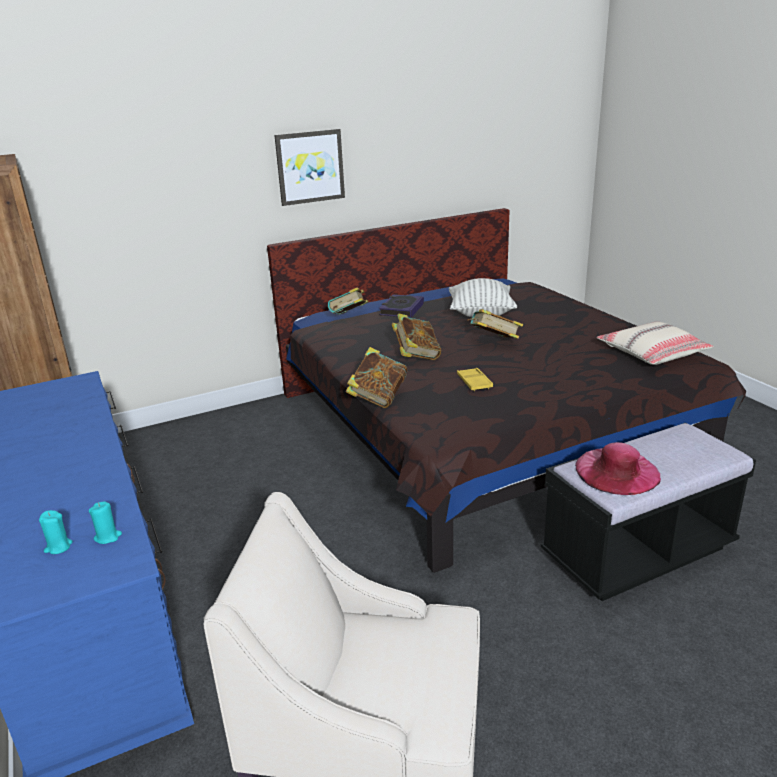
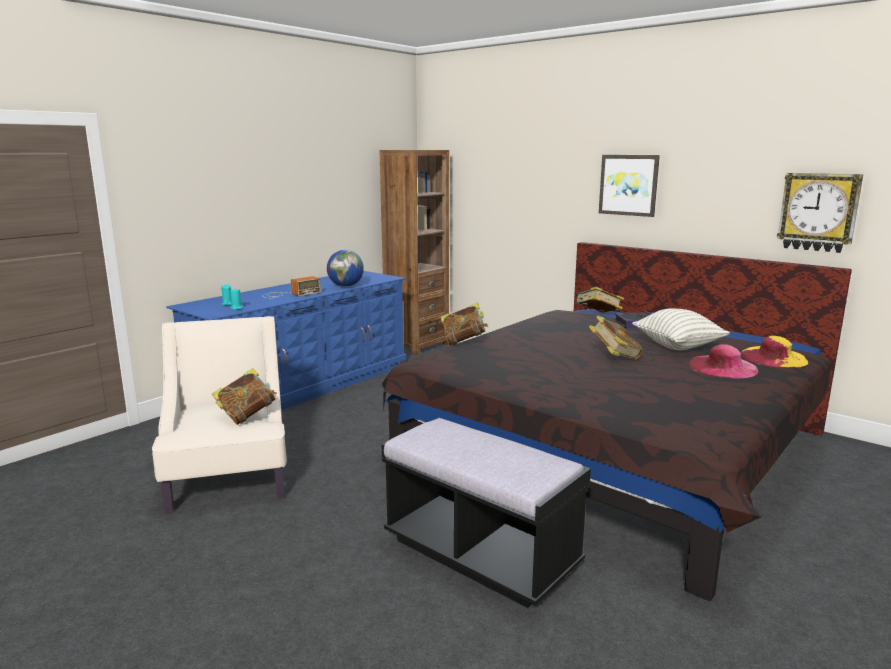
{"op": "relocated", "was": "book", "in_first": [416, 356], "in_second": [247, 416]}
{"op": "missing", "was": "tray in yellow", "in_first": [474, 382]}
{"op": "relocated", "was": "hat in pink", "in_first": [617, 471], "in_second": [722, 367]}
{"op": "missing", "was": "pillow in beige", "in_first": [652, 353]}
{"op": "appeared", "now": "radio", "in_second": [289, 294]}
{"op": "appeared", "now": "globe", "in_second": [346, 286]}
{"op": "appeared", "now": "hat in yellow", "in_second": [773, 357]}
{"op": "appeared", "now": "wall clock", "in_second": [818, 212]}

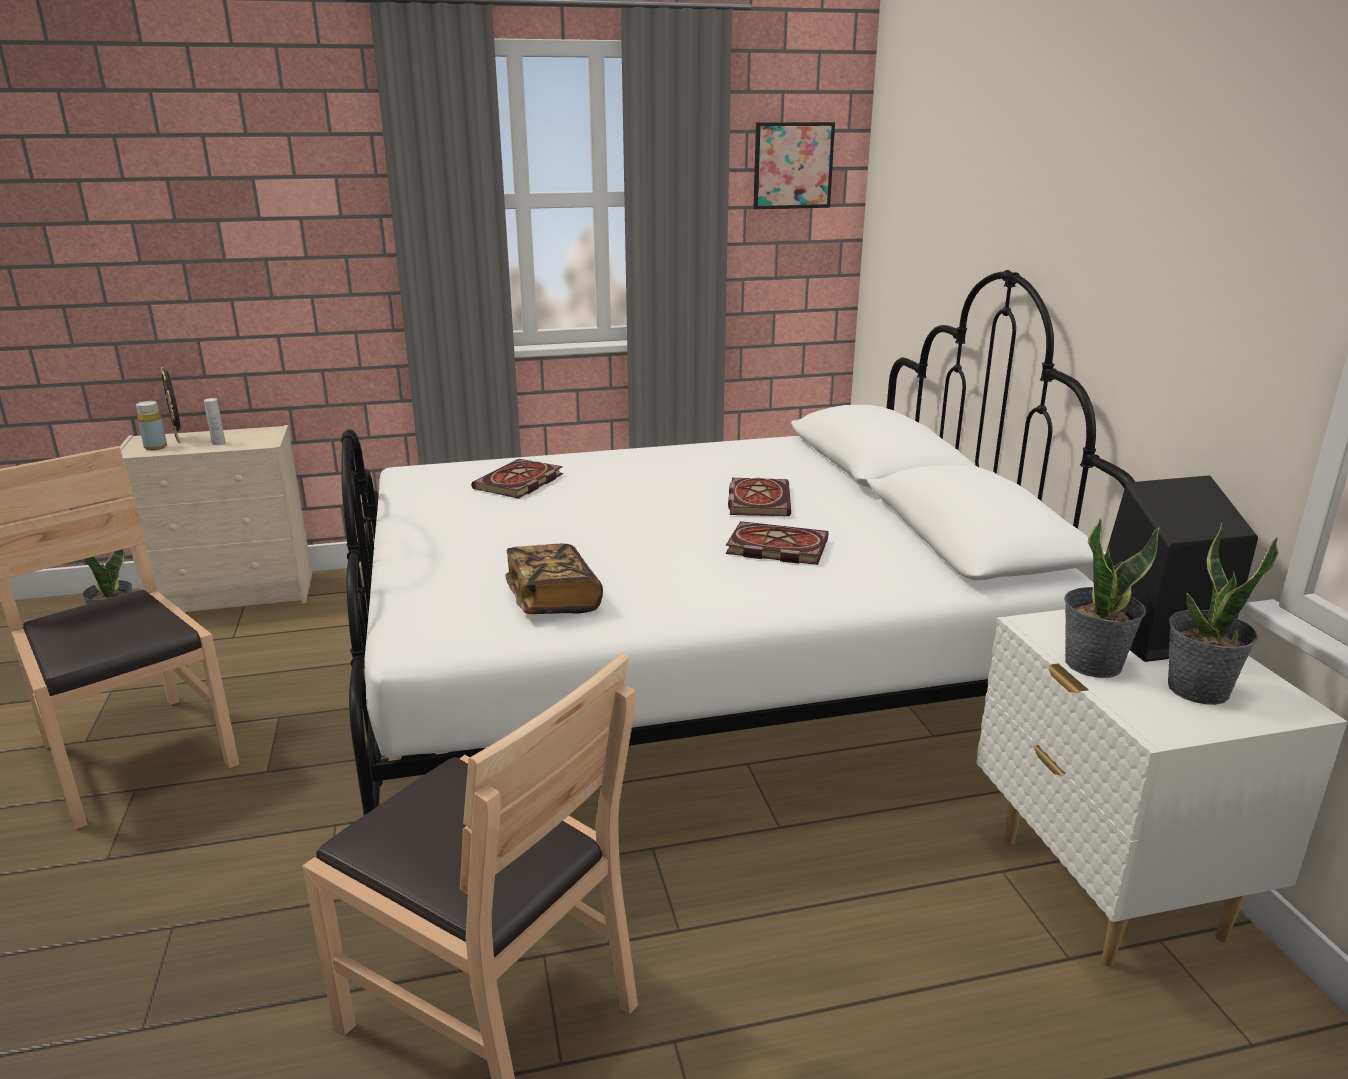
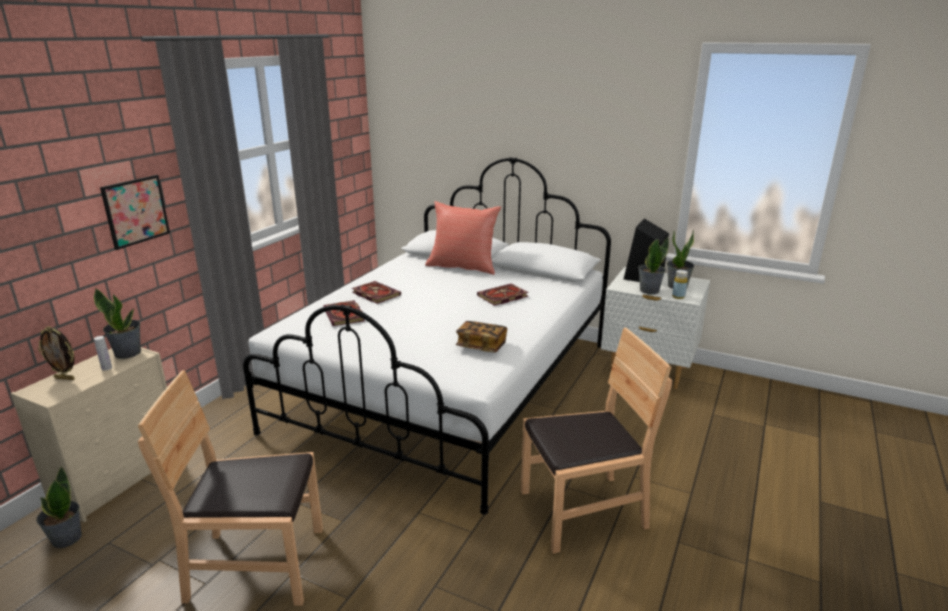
{"op": "relocated", "was": "bottle in yellow", "in_first": [155, 447], "in_second": [678, 296]}
{"op": "relocated", "was": "book", "in_first": [757, 500], "in_second": [374, 294]}
{"op": "relocated", "was": "picture", "in_first": [793, 165], "in_second": [136, 211]}
{"op": "appeared", "now": "potted plant", "in_second": [128, 353]}
{"op": "appeared", "now": "pillow in red", "in_second": [463, 266]}

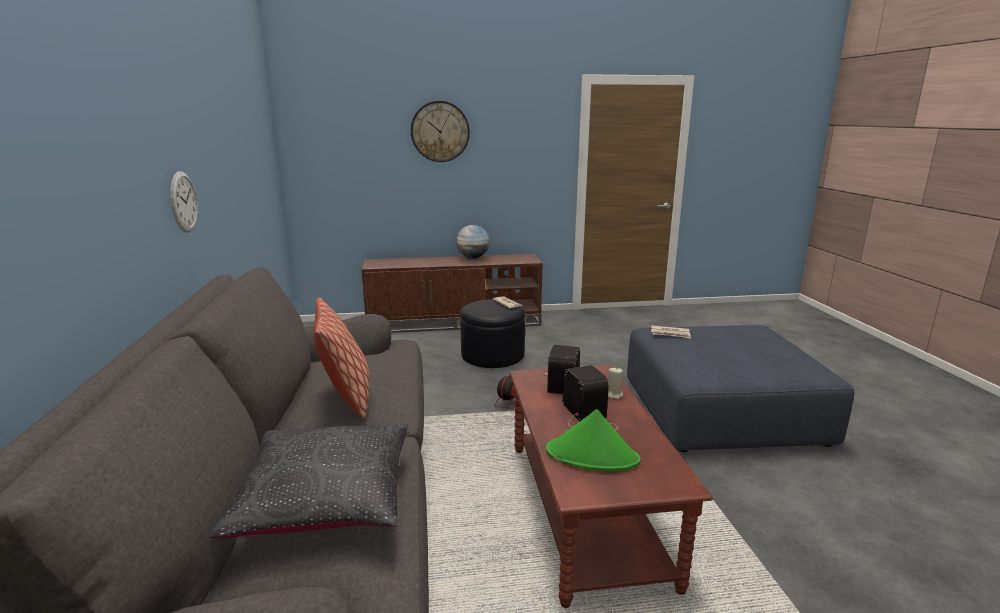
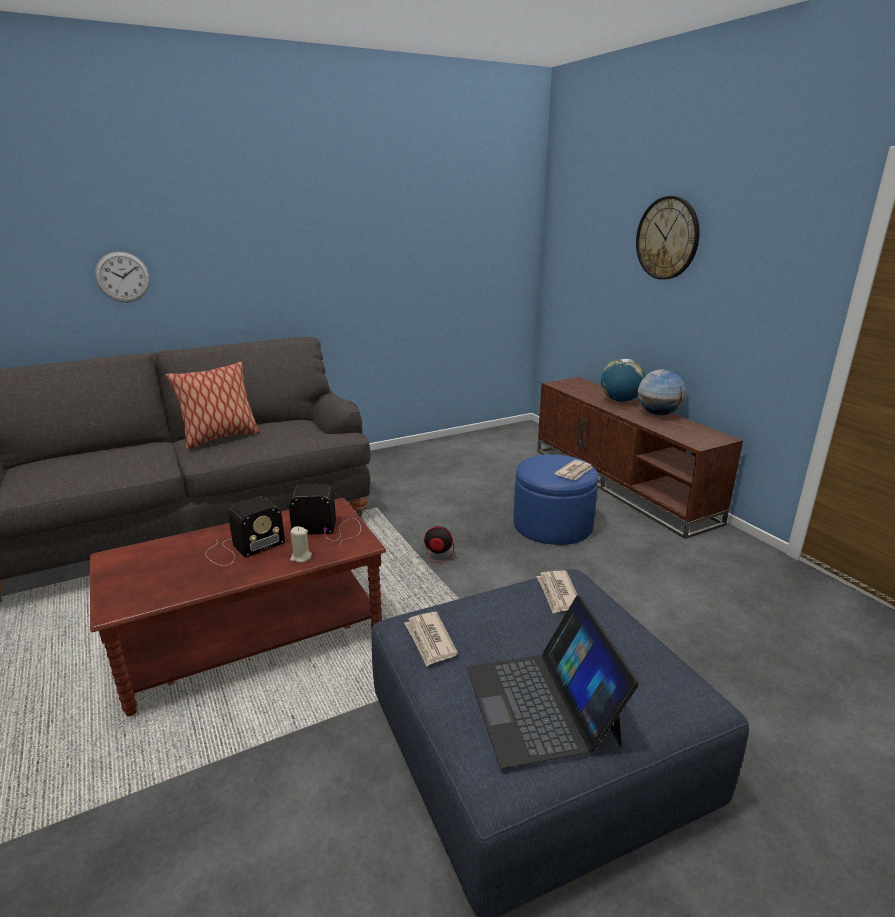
{"op": "relocated", "was": "wall clock", "in_first": [183, 202], "in_second": [123, 277]}
{"op": "missing", "was": "pillow in black", "in_first": [326, 498]}
{"op": "colour", "was": "ottoman in black", "now": "ottoman in blue", "in_first": [492, 355], "in_second": [552, 525]}
{"op": "missing", "was": "hat in green", "in_first": [592, 456]}
{"op": "appeared", "now": "newspaper", "in_second": [430, 640]}
{"op": "appeared", "now": "laptop", "in_second": [541, 704]}
{"op": "appeared", "now": "globe", "in_second": [620, 400]}

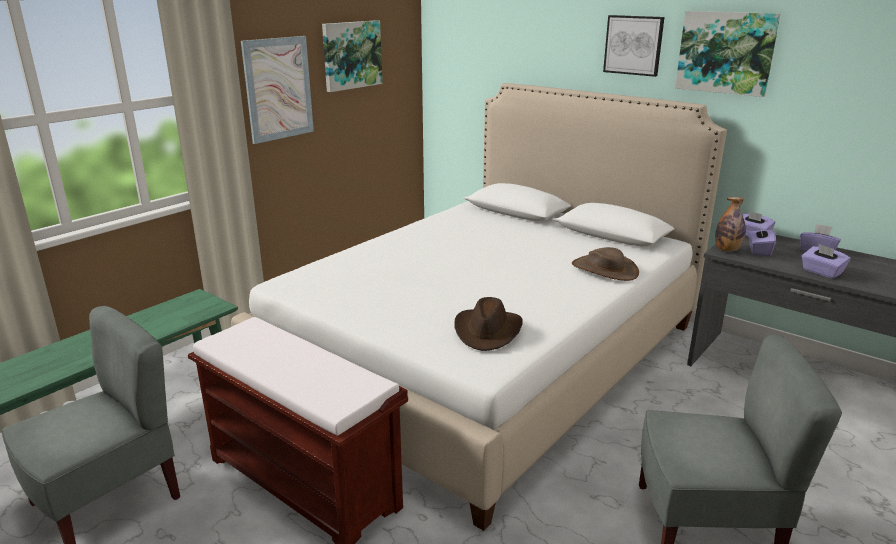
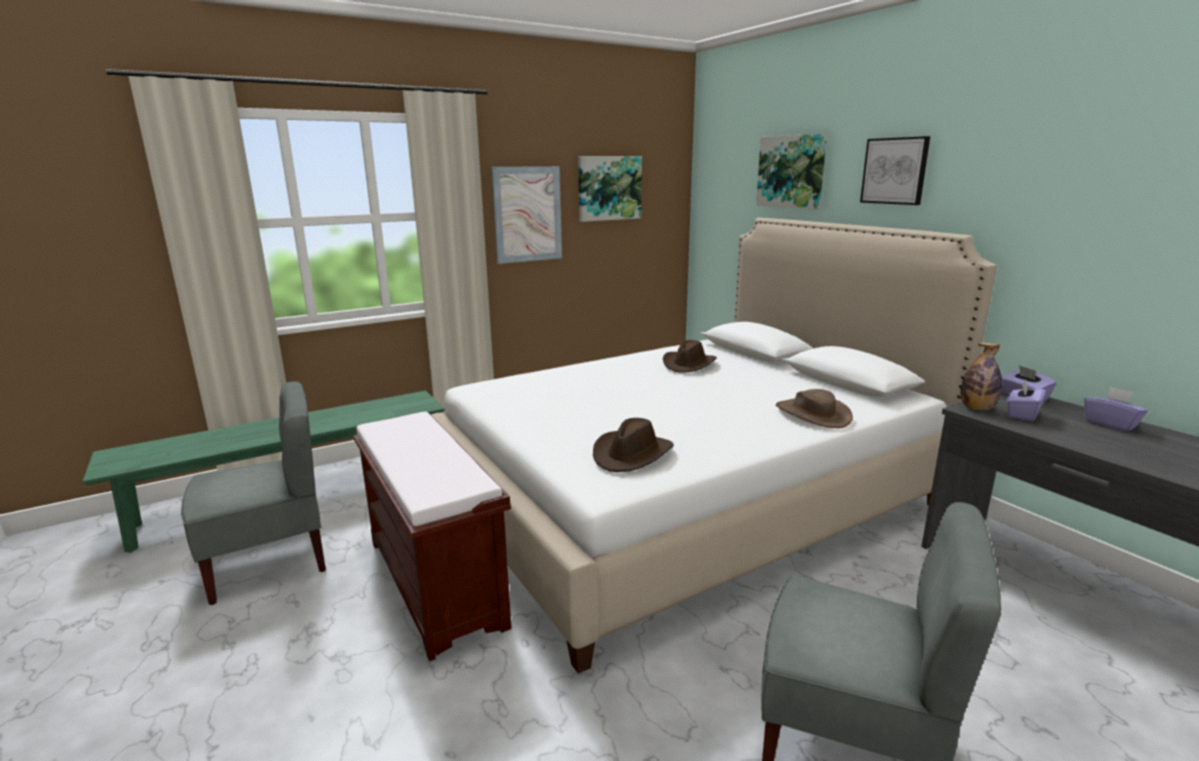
{"op": "relocated", "was": "picture", "in_first": [726, 52], "in_second": [791, 171]}
{"op": "missing", "was": "tissue box in purple", "in_first": [821, 272]}
{"op": "appeared", "now": "hat in brown", "in_second": [689, 364]}

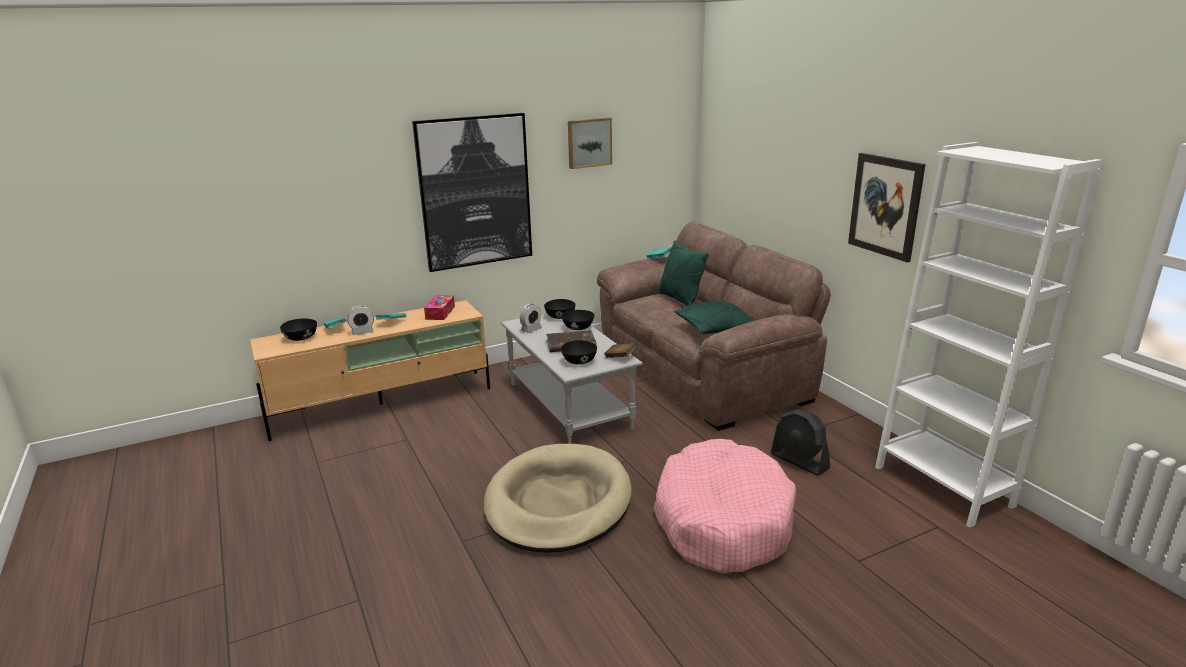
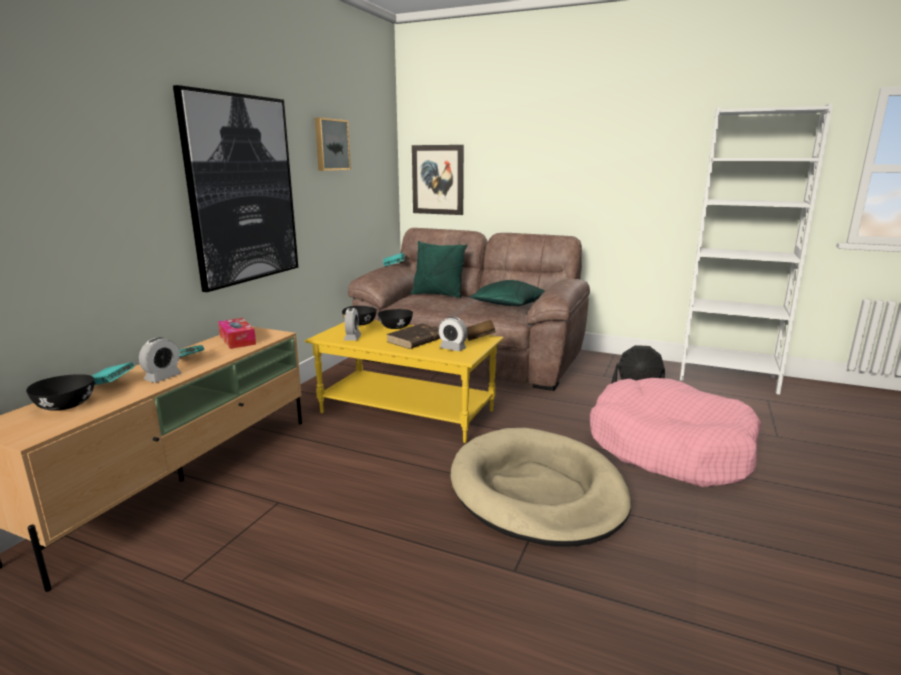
{"op": "colour", "was": "coffee table in grey", "now": "coffee table in yellow", "in_first": [570, 405], "in_second": [408, 411]}
{"op": "exchanged", "was": "bowl in black", "now": "alarm clock", "in_first": [579, 361], "in_second": [452, 348]}
{"op": "relocated", "was": "picture", "in_first": [885, 206], "in_second": [438, 180]}

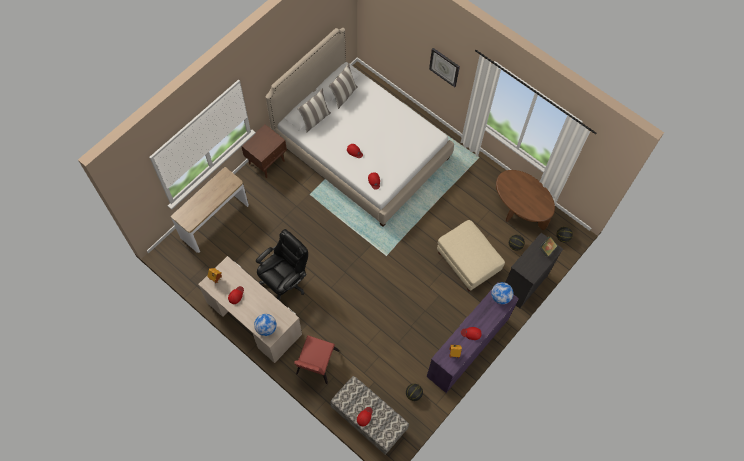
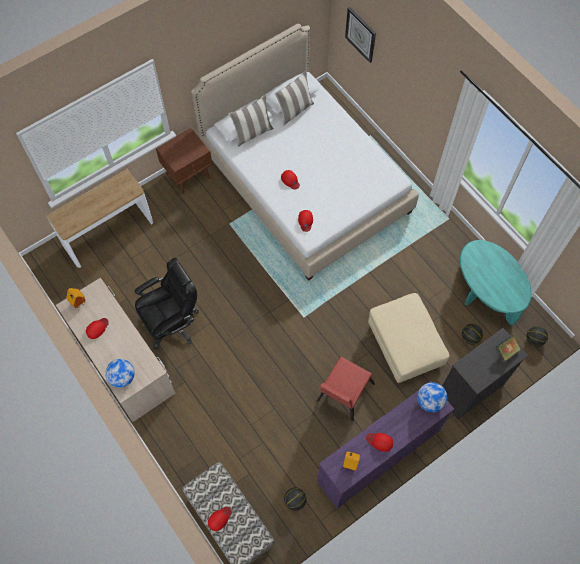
{"op": "relocated", "was": "chair in red", "in_first": [316, 364], "in_second": [342, 395]}
{"op": "relocated", "was": "wall clock", "in_first": [444, 67], "in_second": [361, 34]}
{"op": "colour", "was": "coffee table in brown", "now": "coffee table in turquoise", "in_first": [519, 209], "in_second": [486, 293]}

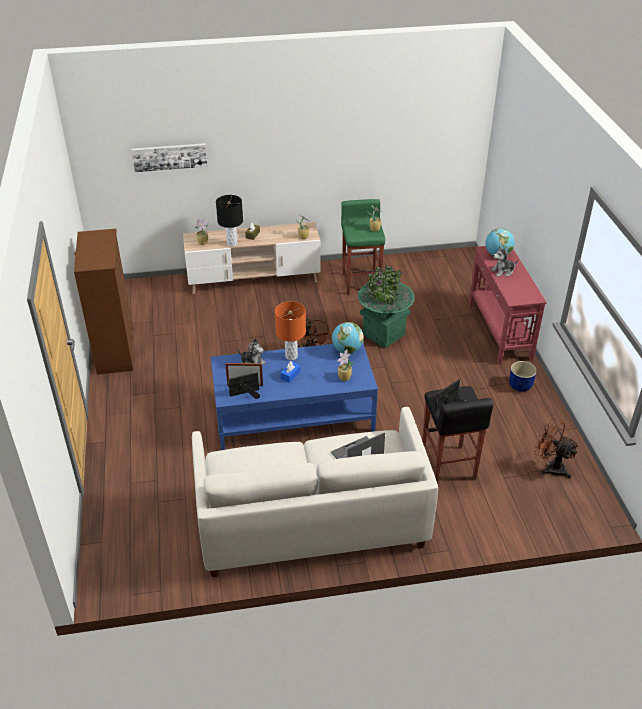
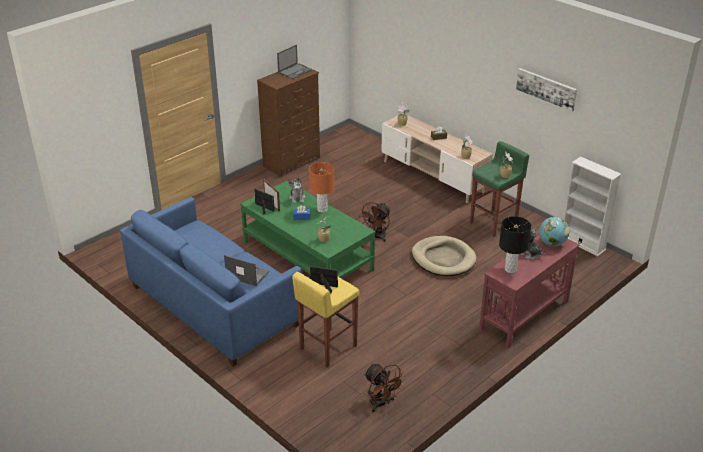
{"op": "relocated", "was": "picture", "in_first": [169, 157], "in_second": [546, 88]}
{"op": "colour", "was": "sofa in white", "now": "sofa in blue", "in_first": [311, 521], "in_second": [214, 306]}
{"op": "colour", "was": "coffee table in blue", "now": "coffee table in green", "in_first": [293, 415], "in_second": [307, 256]}
{"op": "relocated", "was": "table lamp in black", "in_first": [232, 243], "in_second": [510, 269]}
{"op": "missing", "was": "globe", "in_first": [347, 350]}
{"op": "exchanged", "was": "planter in green", "now": "dog bed in beige", "in_first": [383, 334], "in_second": [443, 259]}
{"op": "colour", "was": "stool in black", "now": "stool in yellow", "in_first": [447, 466], "in_second": [327, 347]}
{"op": "missing", "was": "planter in blue", "in_first": [520, 386]}
{"op": "spun", "was": "fan in brown", "in_first": [551, 467], "in_second": [381, 404], "clockwise": 135}
{"op": "appeared", "now": "laptop", "in_second": [295, 71]}
{"op": "appeared", "now": "bookcase in white", "in_second": [582, 243]}

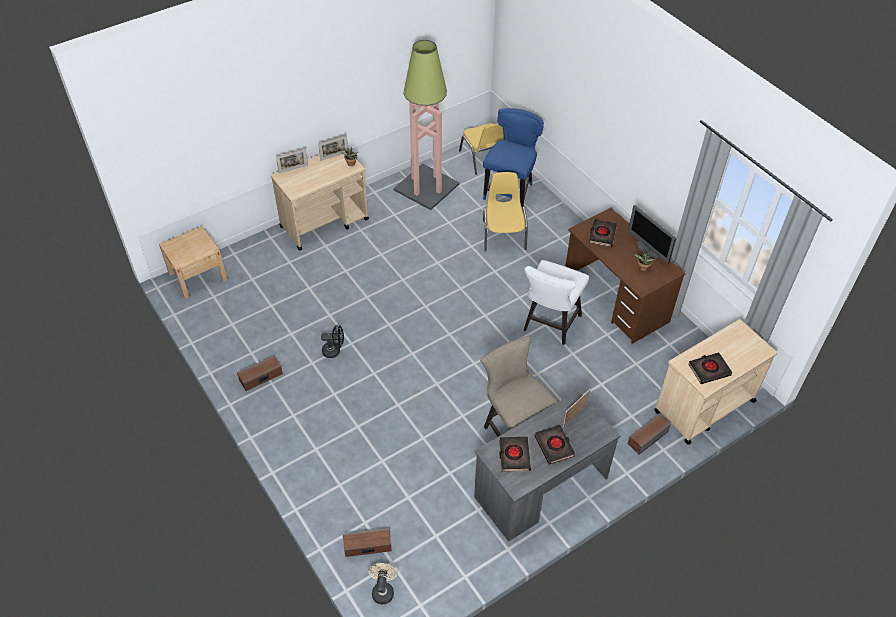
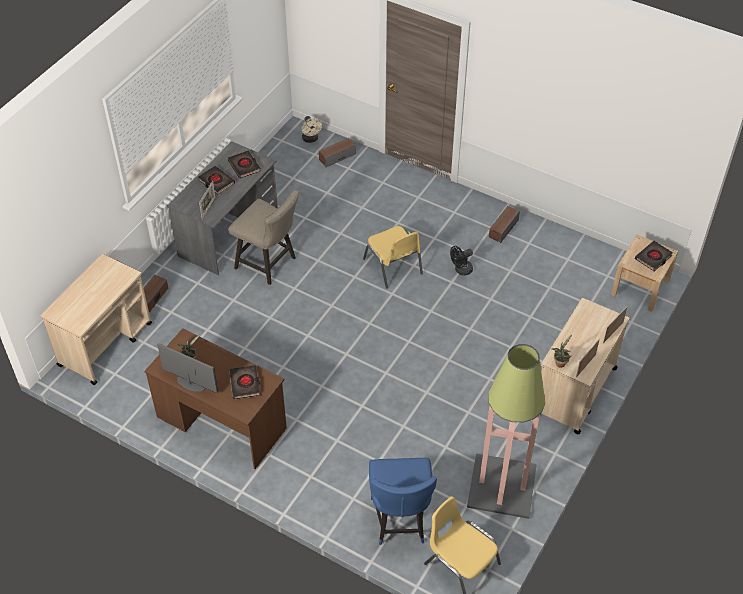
{"op": "relocated", "was": "chair in yellow", "in_first": [503, 234], "in_second": [393, 267]}
{"op": "missing", "was": "stool in white", "in_first": [549, 325]}
{"op": "relocated", "was": "book in black", "in_first": [709, 370], "in_second": [653, 258]}

